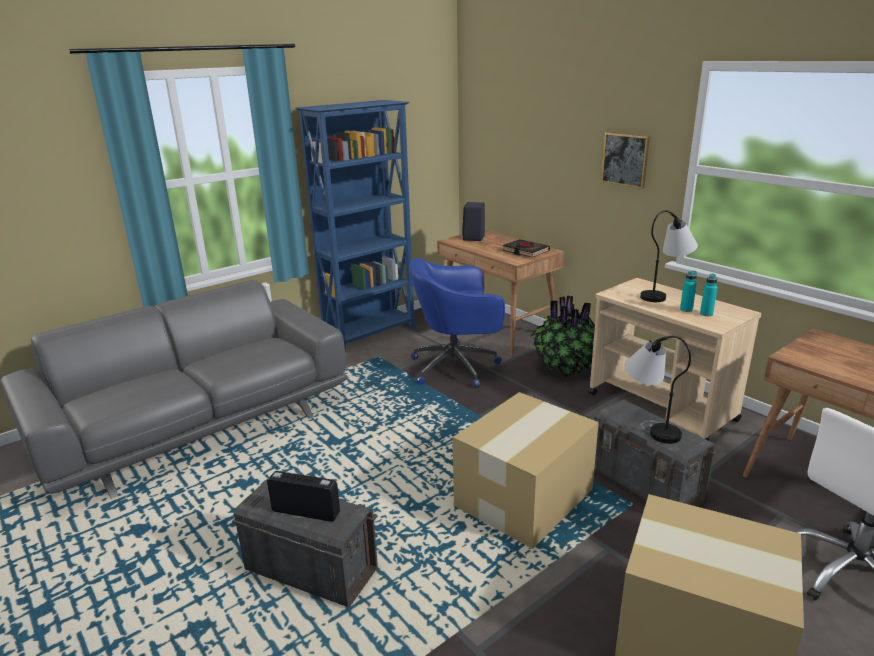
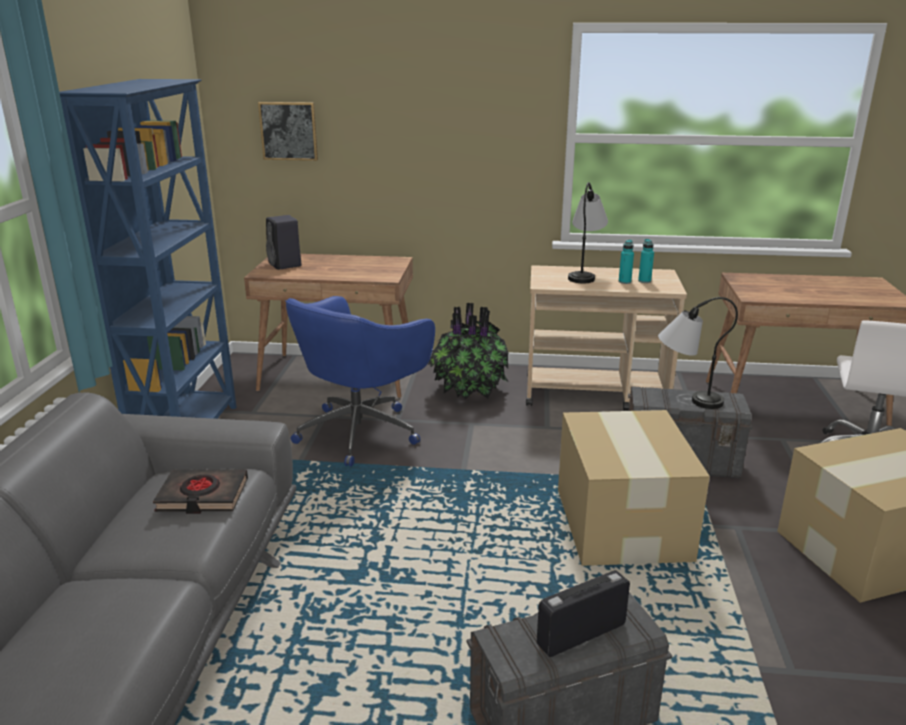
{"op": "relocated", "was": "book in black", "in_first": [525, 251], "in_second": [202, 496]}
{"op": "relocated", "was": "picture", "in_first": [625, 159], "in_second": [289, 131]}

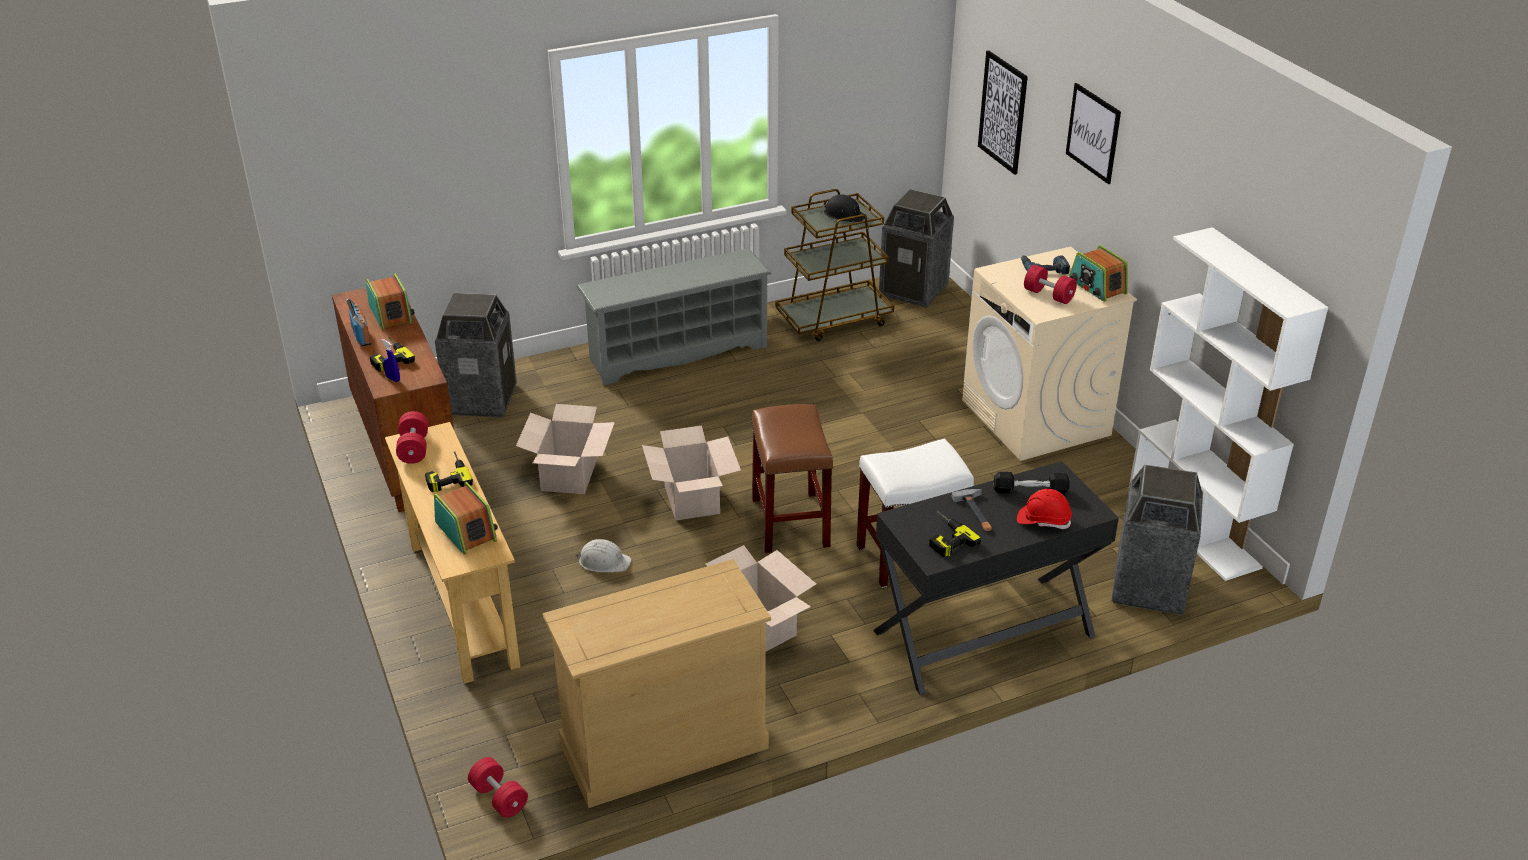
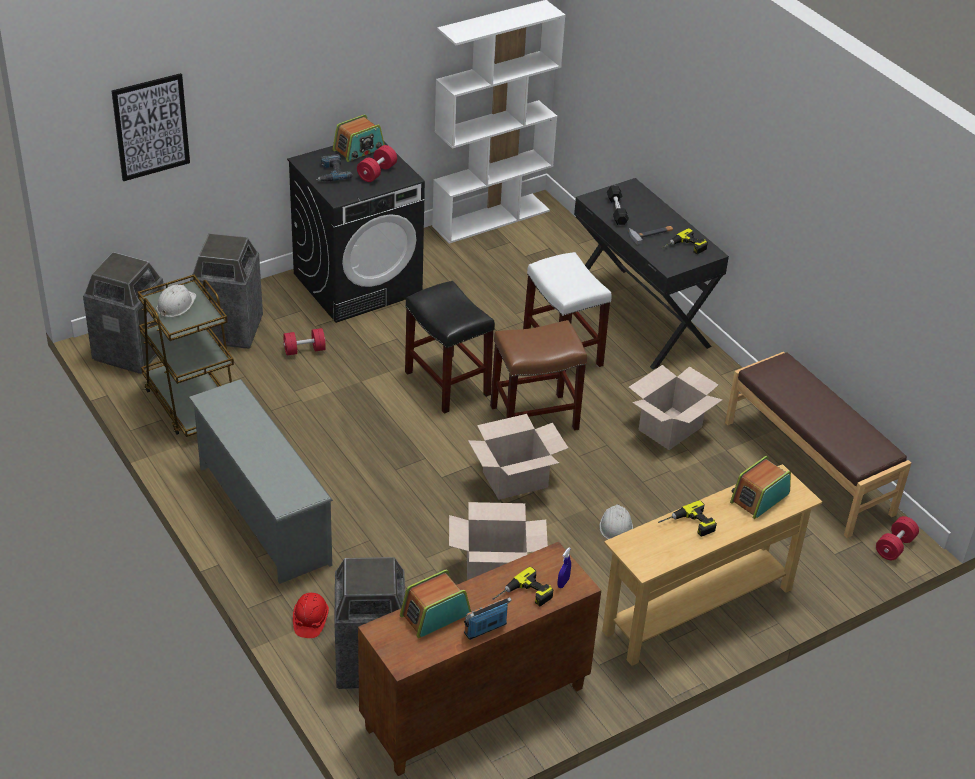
{"op": "relocated", "was": "dumbbell in red", "in_first": [414, 448], "in_second": [304, 350]}
{"op": "exchanged", "was": "dresser in beige", "now": "bench in brown", "in_first": [663, 745], "in_second": [809, 467]}
{"op": "colour", "was": "hard hat in black", "now": "hard hat in white", "in_first": [844, 214], "in_second": [175, 304]}
{"op": "colour", "was": "washing machine in beige", "now": "washing machine in black", "in_first": [1036, 418], "in_second": [358, 283]}
{"op": "relocated", "was": "hard hat in red", "in_first": [1043, 520], "in_second": [310, 621]}
{"op": "missing", "was": "picture", "in_first": [1093, 133]}
{"op": "relocated", "was": "trash can", "in_first": [1148, 587], "in_second": [230, 330]}
{"op": "appeared", "now": "stool in black", "in_second": [448, 383]}

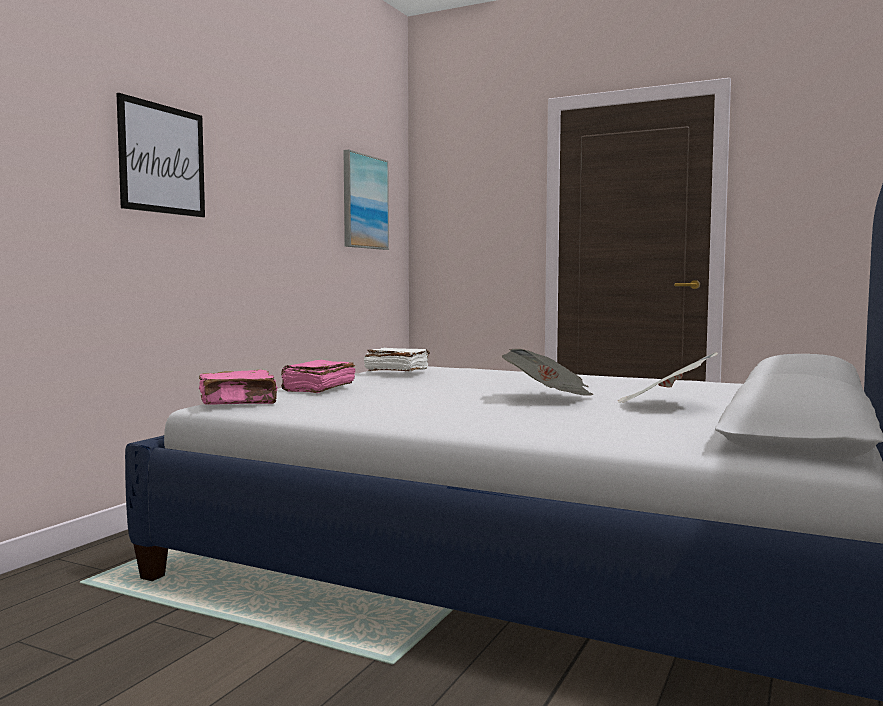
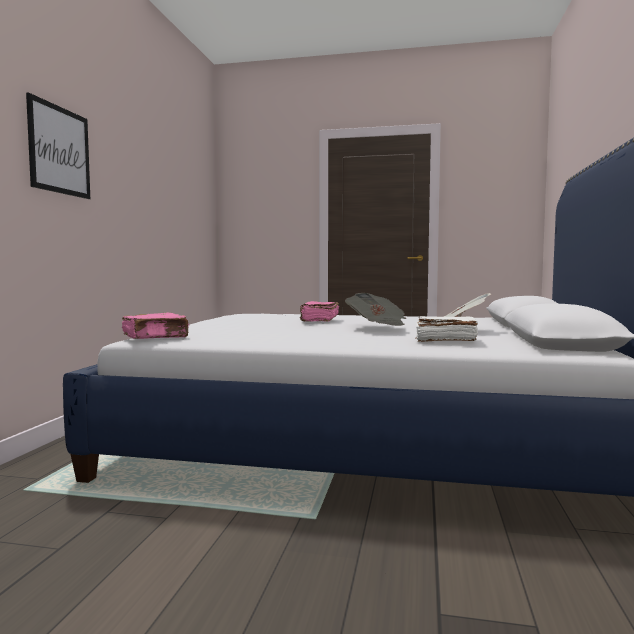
{"op": "relocated", "was": "book in pink", "in_first": [318, 388], "in_second": [319, 319]}
{"op": "missing", "was": "picture", "in_first": [364, 202]}
{"op": "relocated", "was": "book in white", "in_first": [396, 371], "in_second": [444, 341]}

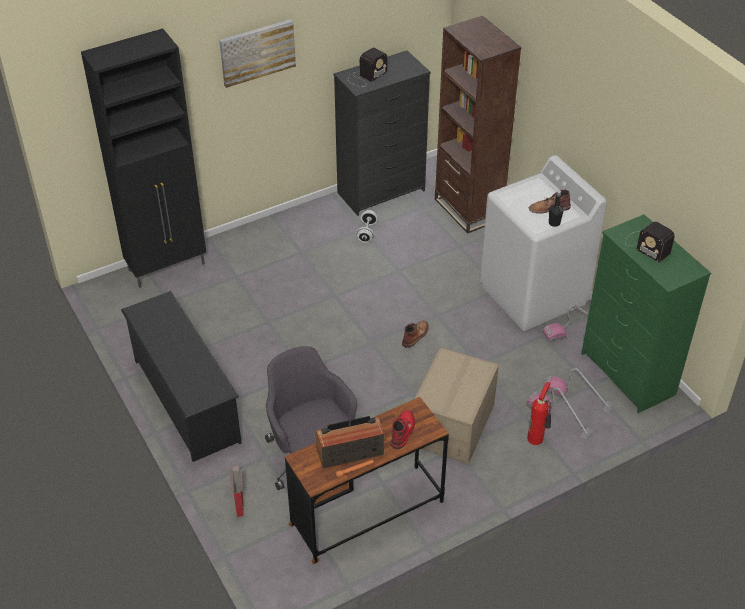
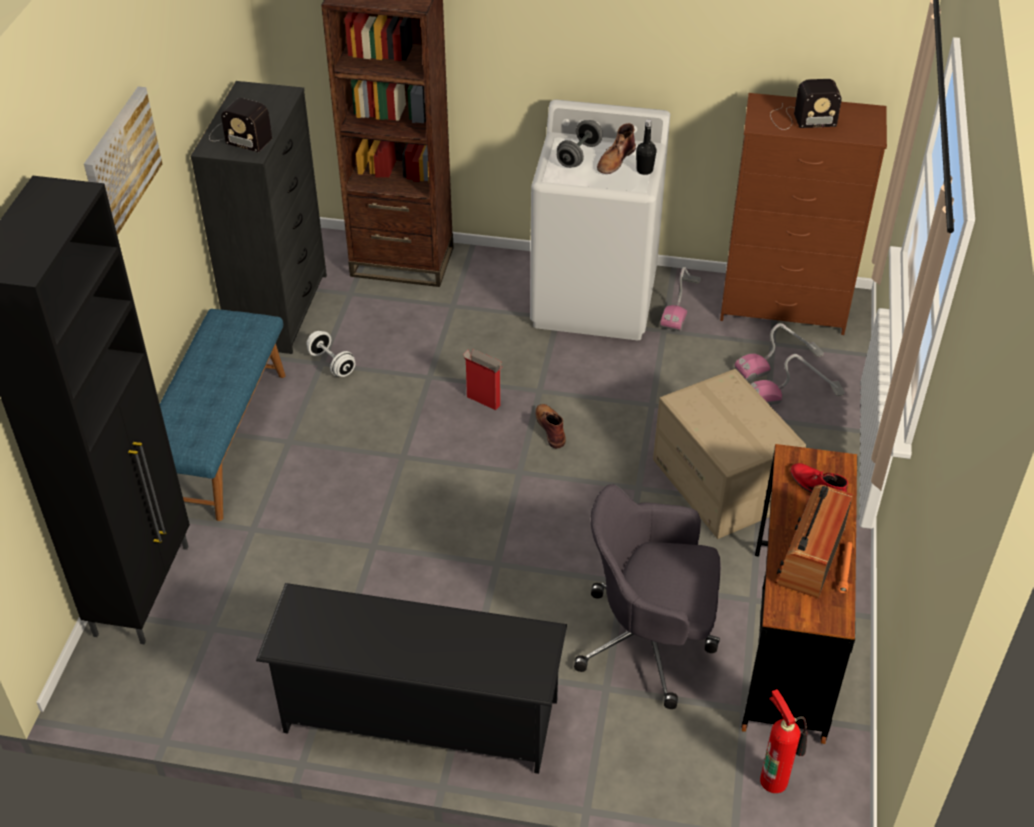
{"op": "relocated", "was": "cardboard box", "in_first": [239, 505], "in_second": [484, 401]}
{"op": "spun", "was": "radio", "in_first": [365, 77], "in_second": [238, 136], "clockwise": 120}
{"op": "relocated", "was": "fire extinguisher", "in_first": [537, 438], "in_second": [775, 778]}
{"op": "colour", "was": "dresser in green", "now": "dresser in brown", "in_first": [627, 375], "in_second": [784, 308]}
{"op": "appeared", "now": "bench in blue", "in_second": [221, 439]}
{"op": "appeared", "now": "dumbbell in grey", "in_second": [579, 155]}

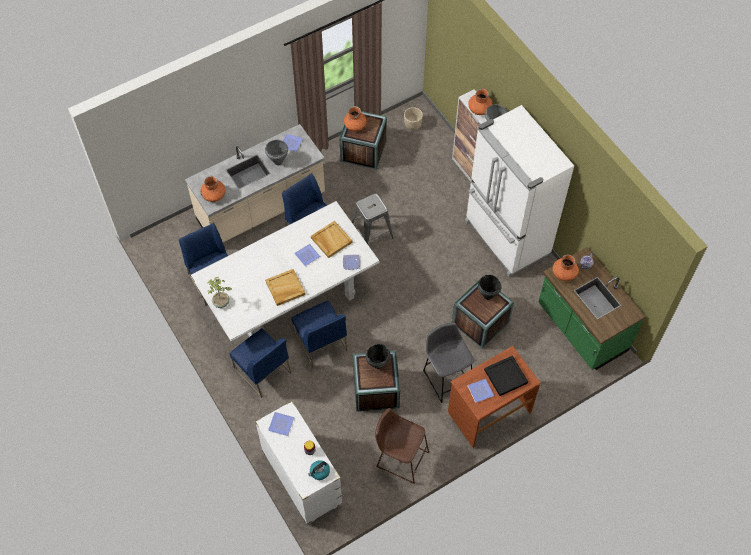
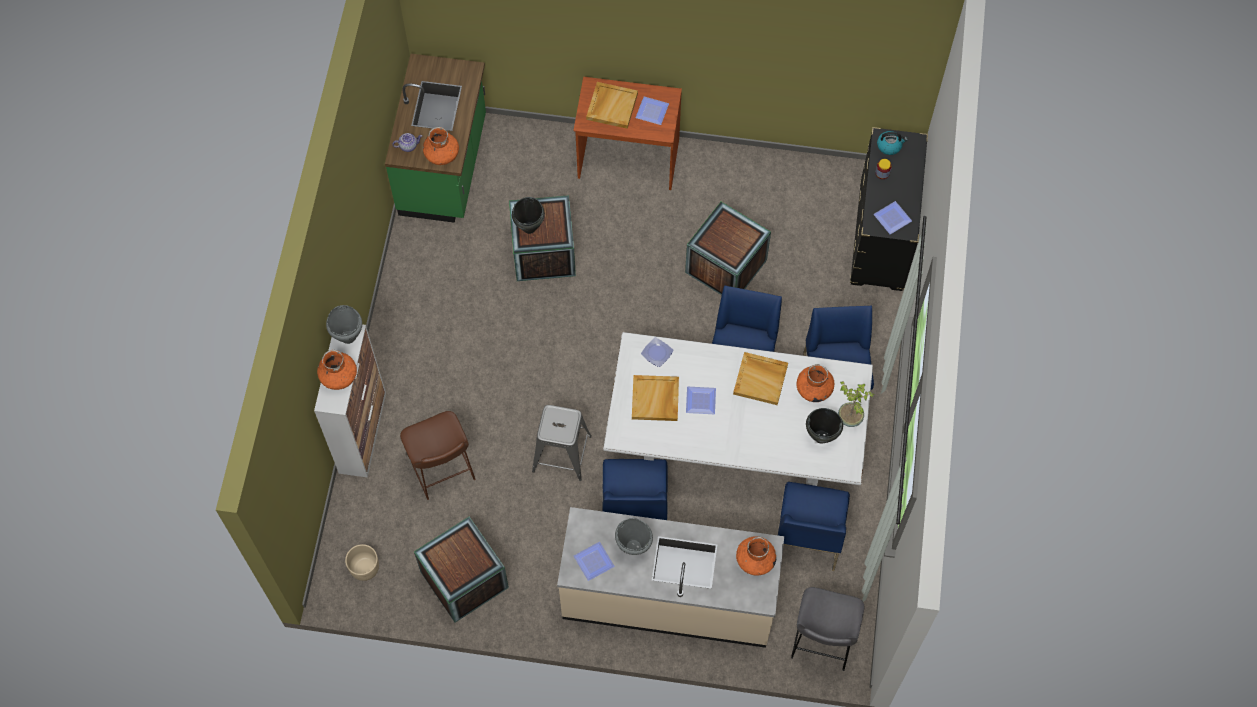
{"op": "colour", "was": "dresser in white", "now": "dresser in black", "in_first": [301, 477], "in_second": [881, 236]}
{"op": "relocated", "was": "vase in orange", "in_first": [355, 125], "in_second": [814, 389]}
{"op": "relocated", "was": "cooking pot in black", "in_first": [378, 364], "in_second": [820, 436]}
{"op": "relocated", "was": "stool in brown", "in_first": [400, 458], "in_second": [441, 469]}
{"op": "relocated", "was": "stool in grey", "in_first": [446, 377], "in_second": [822, 640]}
{"op": "missing", "was": "fridge in white", "in_first": [506, 238]}
{"op": "colour", "was": "tray in black", "now": "tray in beige", "in_first": [506, 376], "in_second": [611, 106]}

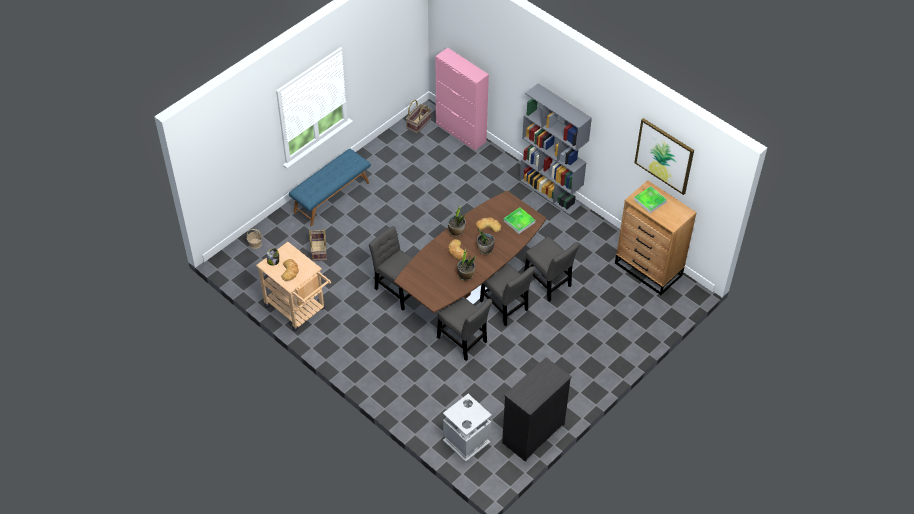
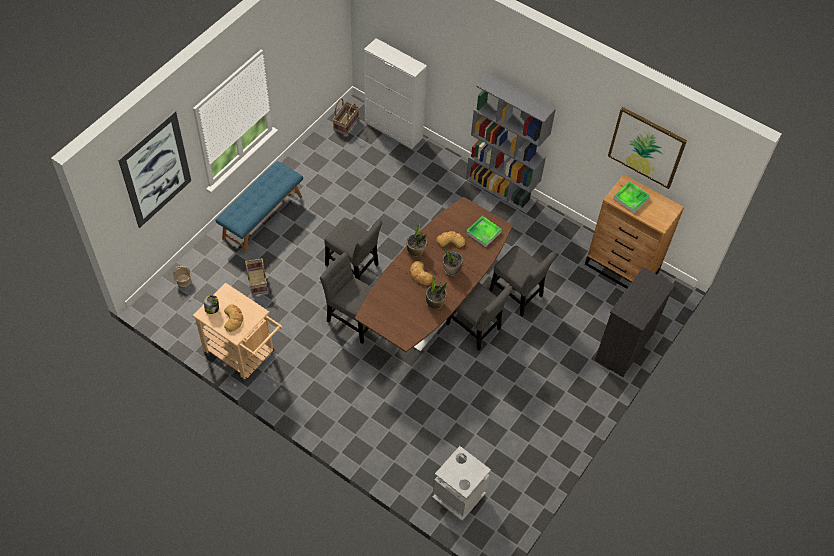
{"op": "colour", "was": "cabinet in pink", "now": "cabinet in white", "in_first": [461, 133], "in_second": [393, 130]}
{"op": "relocated", "was": "chair in grey", "in_first": [463, 341], "in_second": [353, 267]}
{"op": "relocated", "was": "dresser in black", "in_first": [532, 434], "in_second": [623, 347]}
{"op": "appeared", "now": "picture", "in_second": [156, 170]}

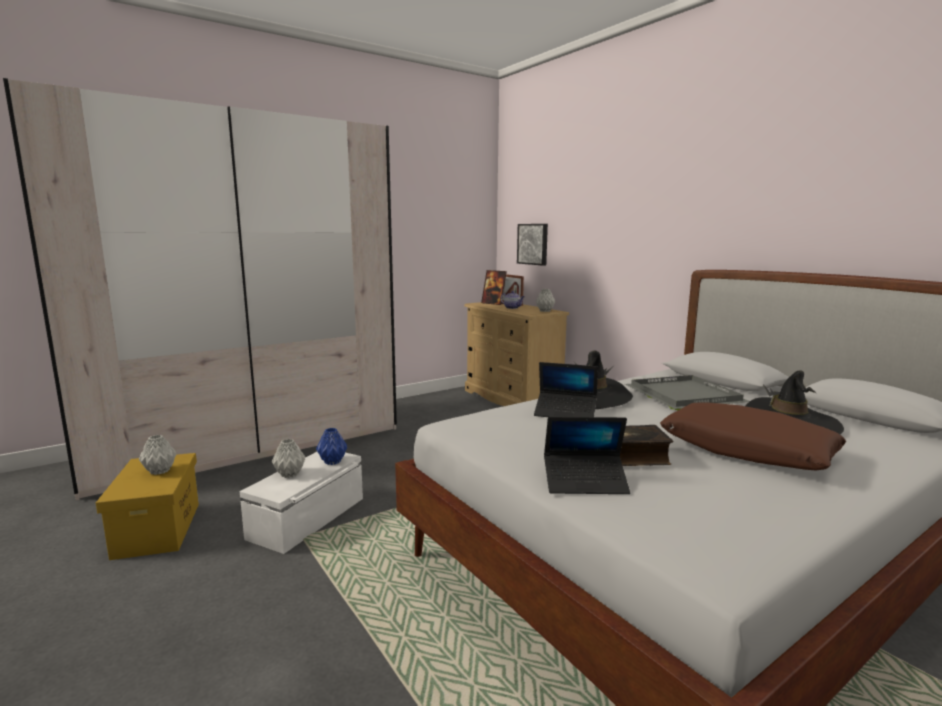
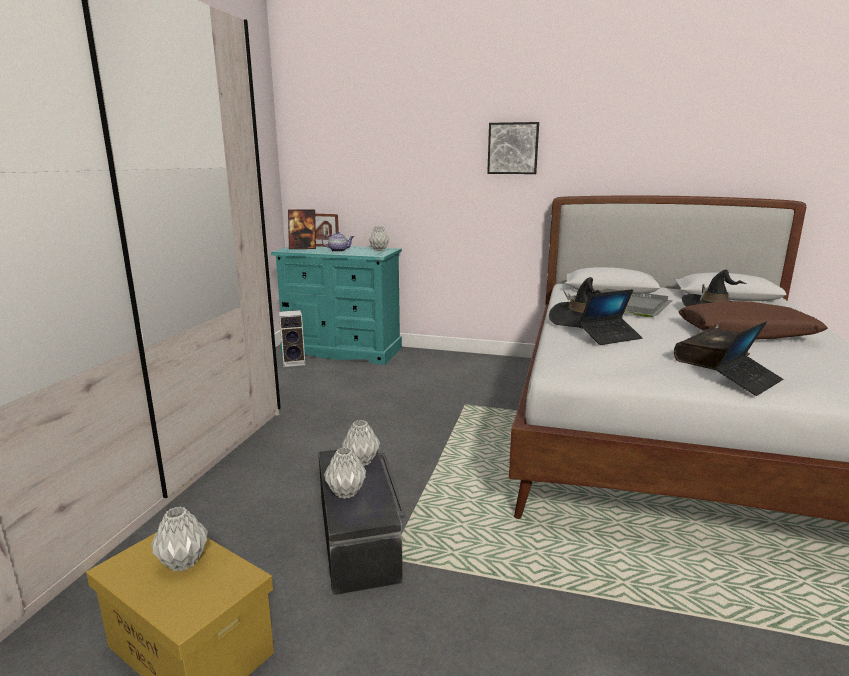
{"op": "colour", "was": "storage box in white", "now": "storage box in black", "in_first": [309, 518], "in_second": [359, 537]}
{"op": "colour", "was": "vase in blue", "now": "vase in grey", "in_first": [332, 462], "in_second": [362, 462]}
{"op": "colour", "was": "dresser in beige", "now": "dresser in turquoise", "in_first": [512, 399], "in_second": [342, 351]}
{"op": "relocated", "was": "picture", "in_first": [533, 244], "in_second": [513, 148]}
{"op": "appeared", "now": "speaker", "in_second": [295, 362]}

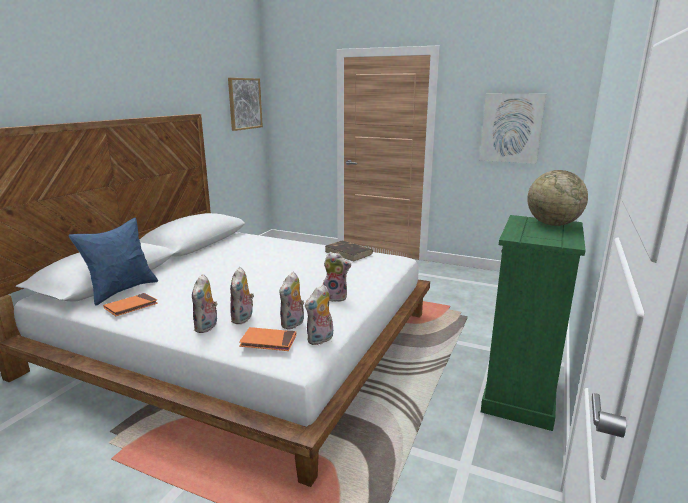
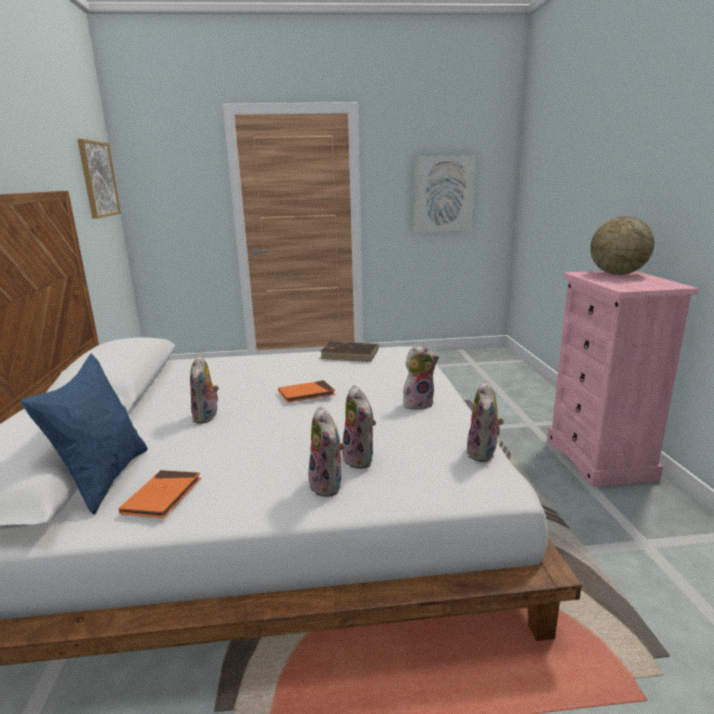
{"op": "relocated", "was": "book in orange", "in_first": [268, 341], "in_second": [306, 394]}
{"op": "relocated", "was": "plush toy", "in_first": [293, 324], "in_second": [207, 417]}
{"op": "colour", "was": "dresser in green", "now": "dresser in pink", "in_first": [520, 395], "in_second": [600, 459]}

